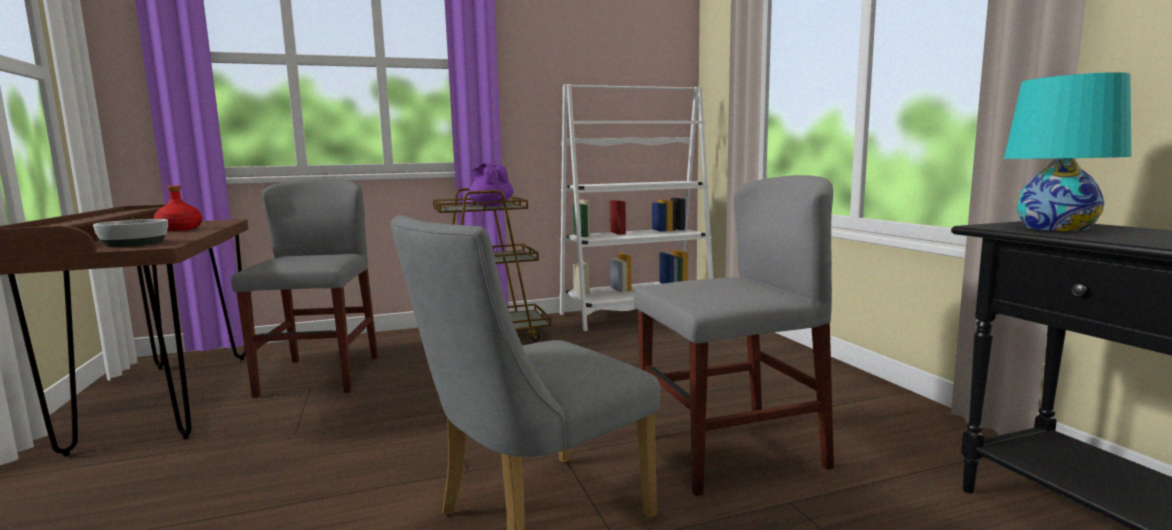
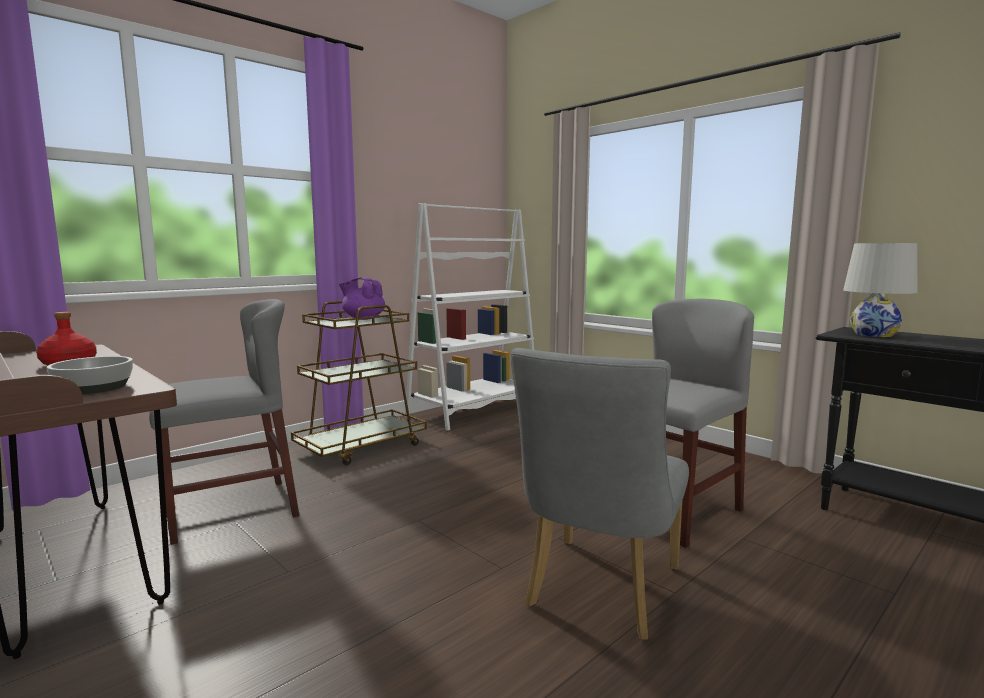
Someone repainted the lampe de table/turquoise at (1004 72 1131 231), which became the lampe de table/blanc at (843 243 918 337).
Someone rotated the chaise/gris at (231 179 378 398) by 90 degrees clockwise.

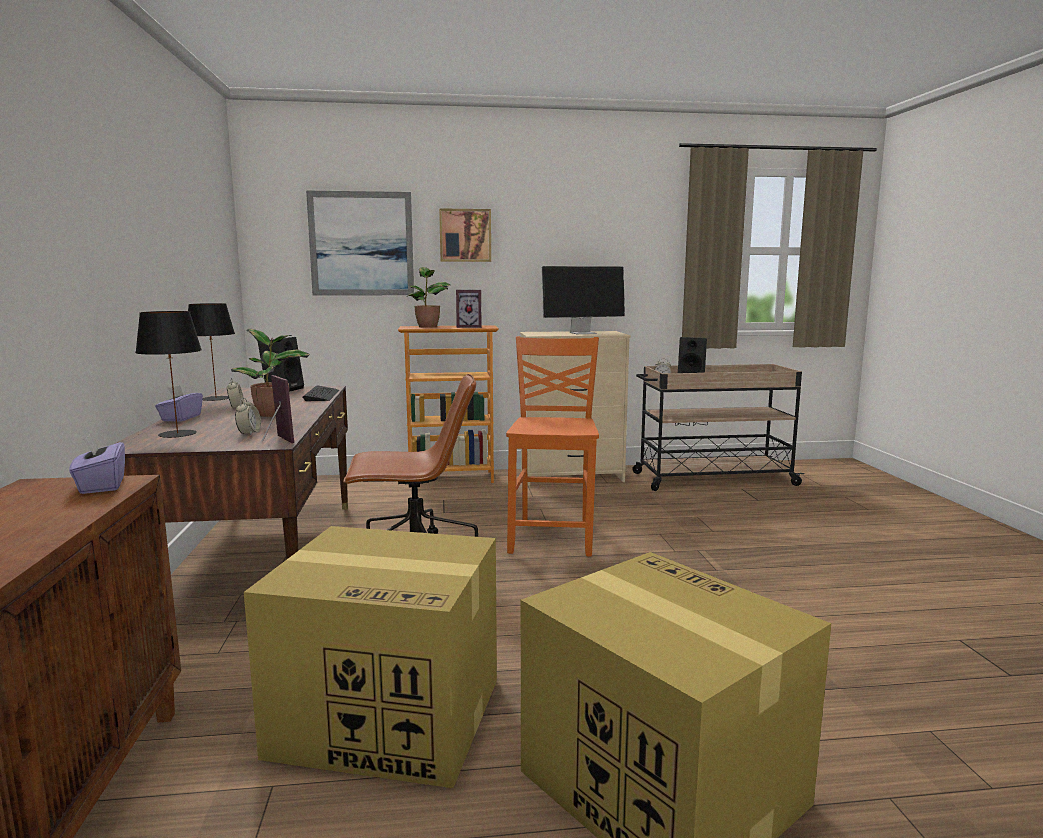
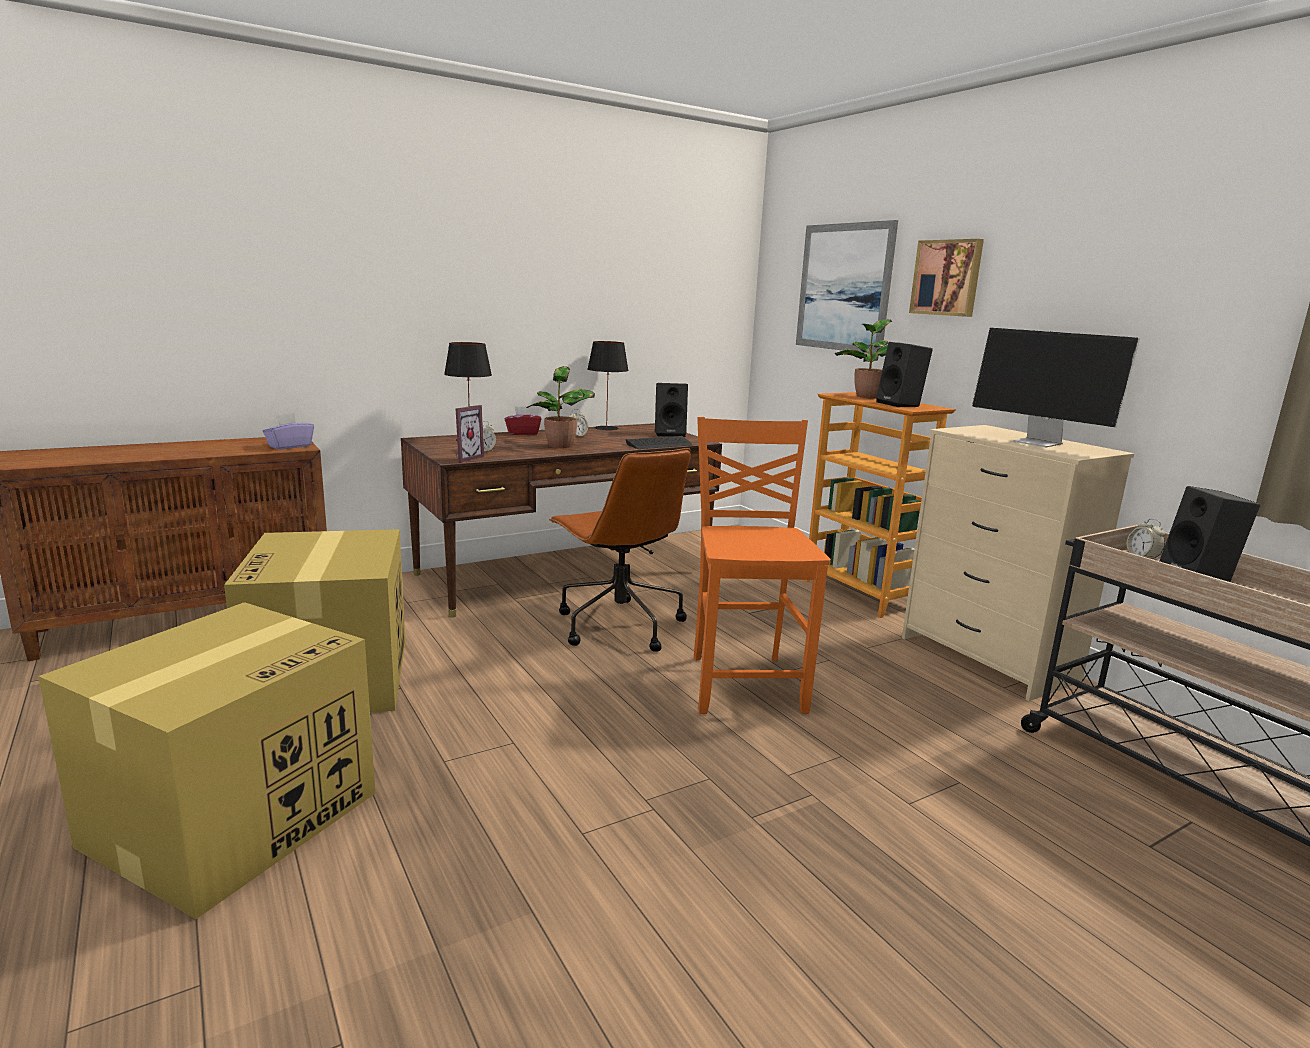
Someone swapped the cadre photo at (456 290 482 328) for the enceinte/noir at (876 342 933 407).
Someone repainted the boîte à mouchoirs/violet at (155 385 203 422), which became the boîte à mouchoirs/rouge at (505 406 541 435).
Someone rotated the chaise/orange at (506 336 599 557) by 75 degrees counterclockwise.

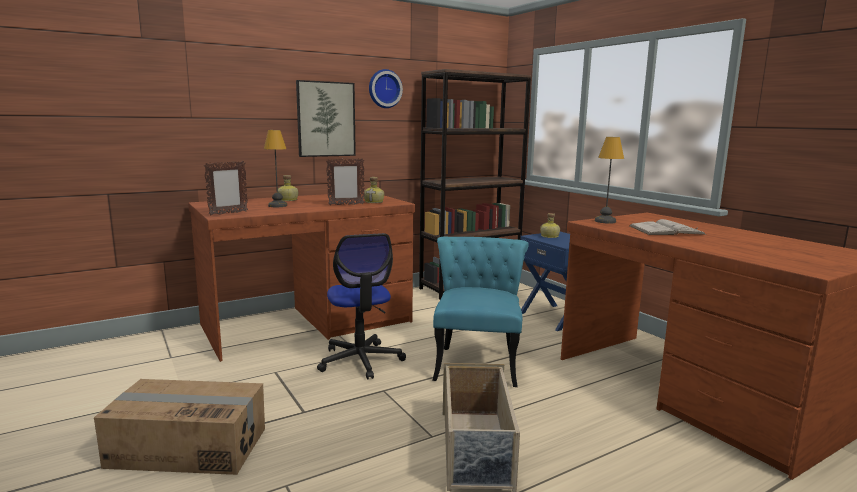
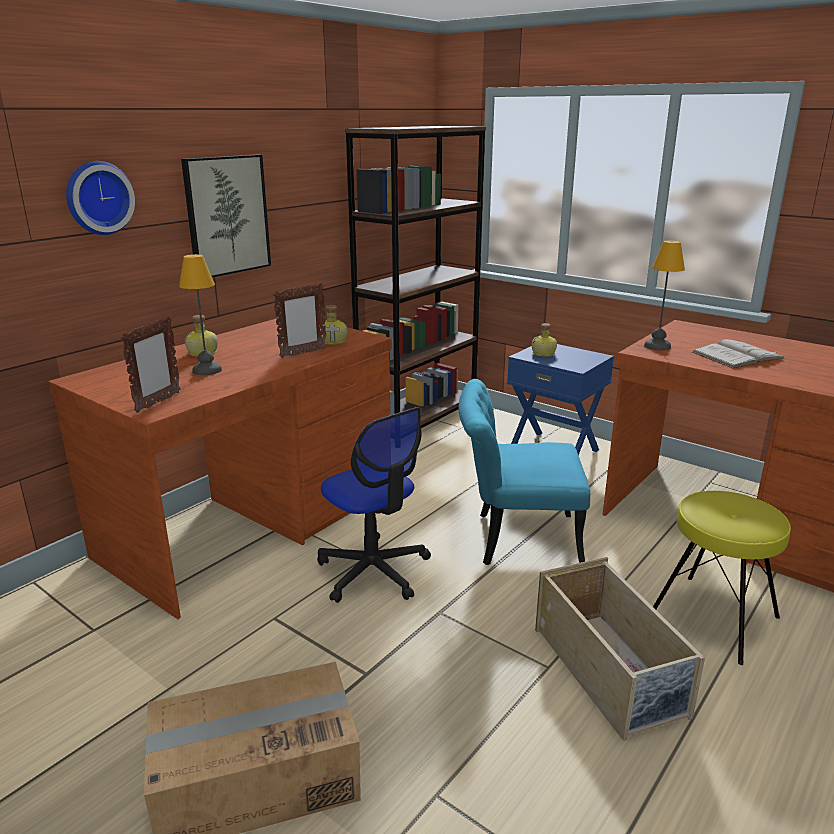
Someone put down the tabouret/jaune at (653 491 791 665).
Someone carried the horloge murale from (369 69 403 108) to (66 161 135 235).
Someone rotated the chaise/turquoise at (432 237 529 387) by 75 degrees counterclockwise.

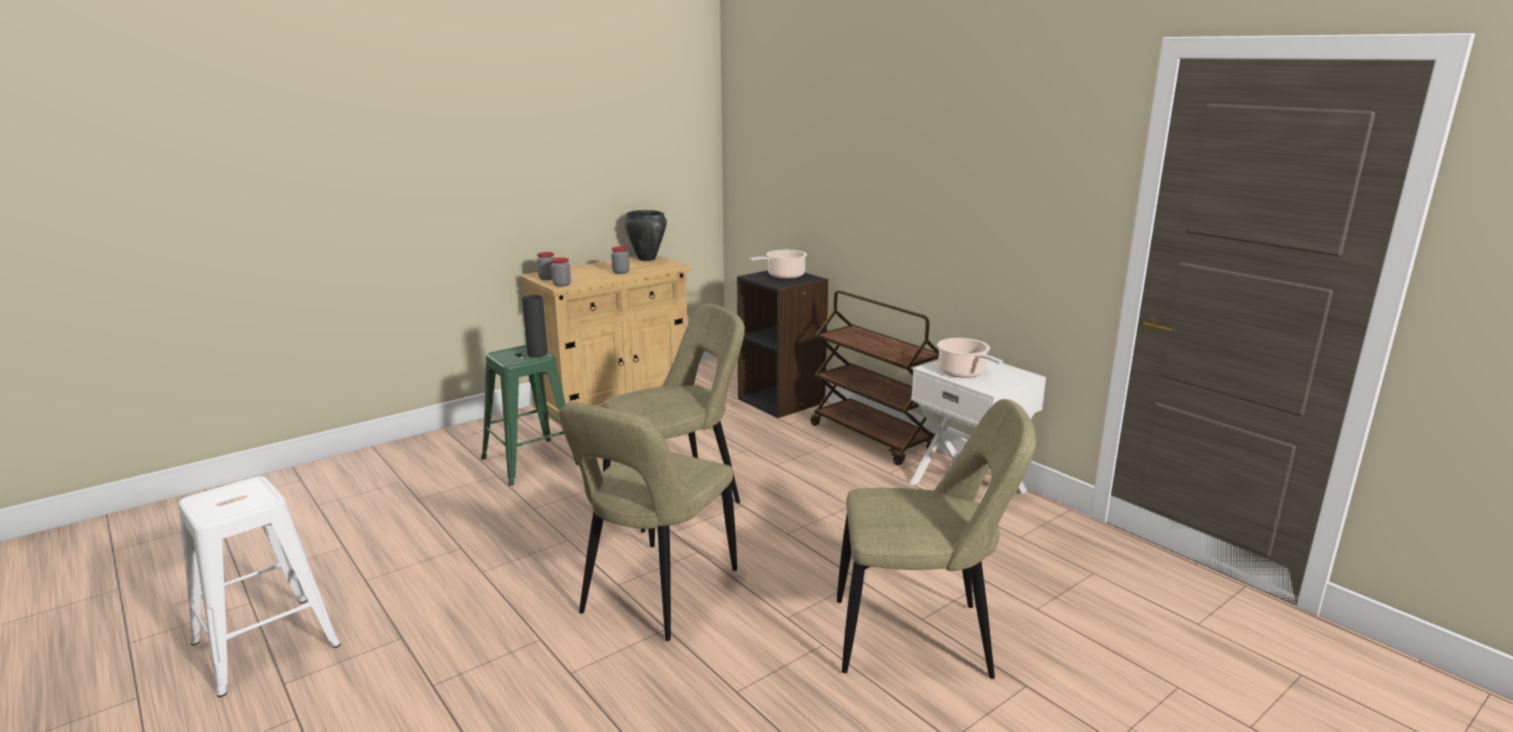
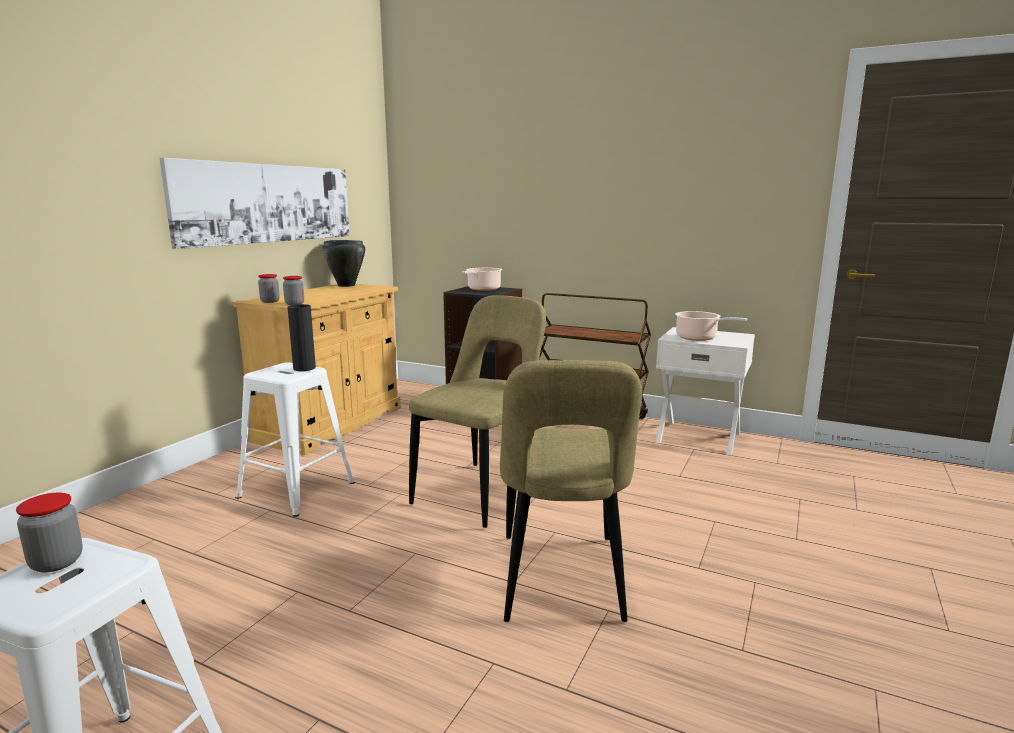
Someone took away the chaise/beige at (837 399 1036 679).
Someone put up the tableau at (159 158 350 249).
Someone carried the bocal from (611 246 629 274) to (16 493 83 573).
Someone repainted the tabouret/vert at (481 345 578 486), which became the tabouret/blanc at (235 362 355 517).

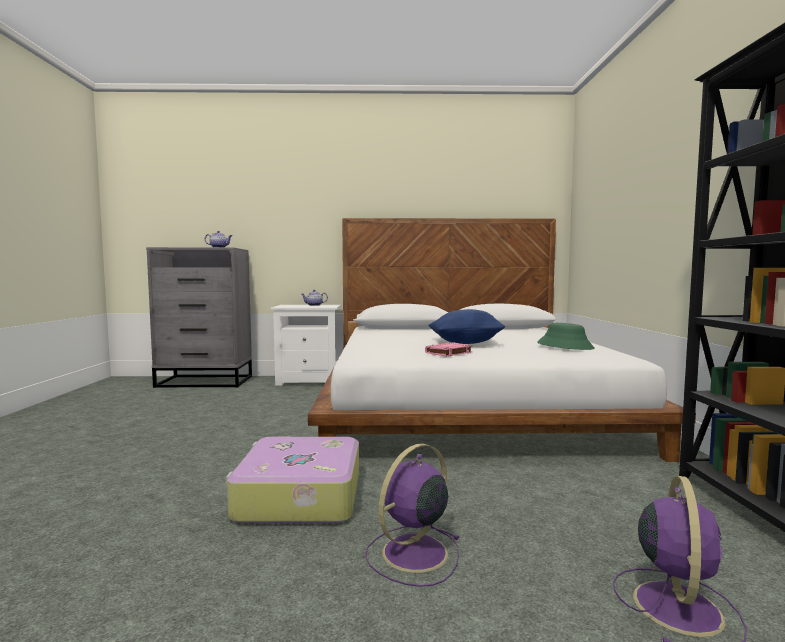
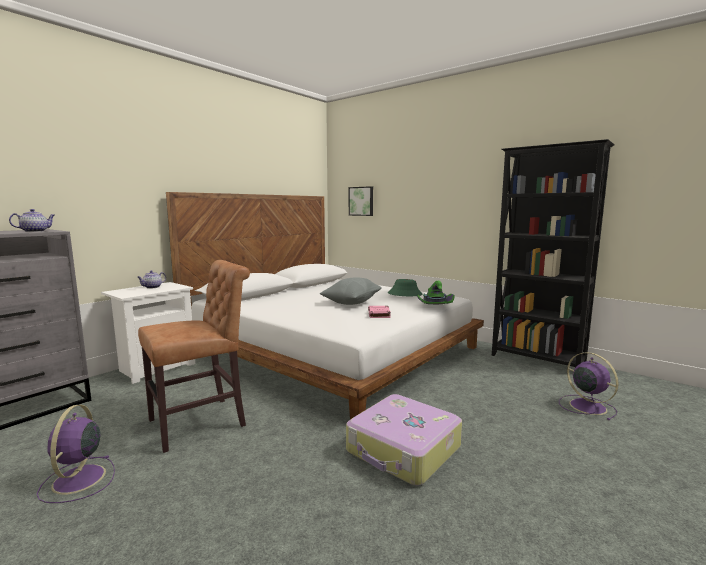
Someone put down the chaise/marron at (138 260 250 453).
Someone put up the tableau at (349 186 373 216).
Someone put down the chapeau/vert at (417 280 455 304).
Someone carried the ventilateur/violet from (365 443 460 587) to (37 405 115 503).
Someone repainted the coussin/bleu at (428 309 506 344), which became the coussin/gris at (319 277 382 305).

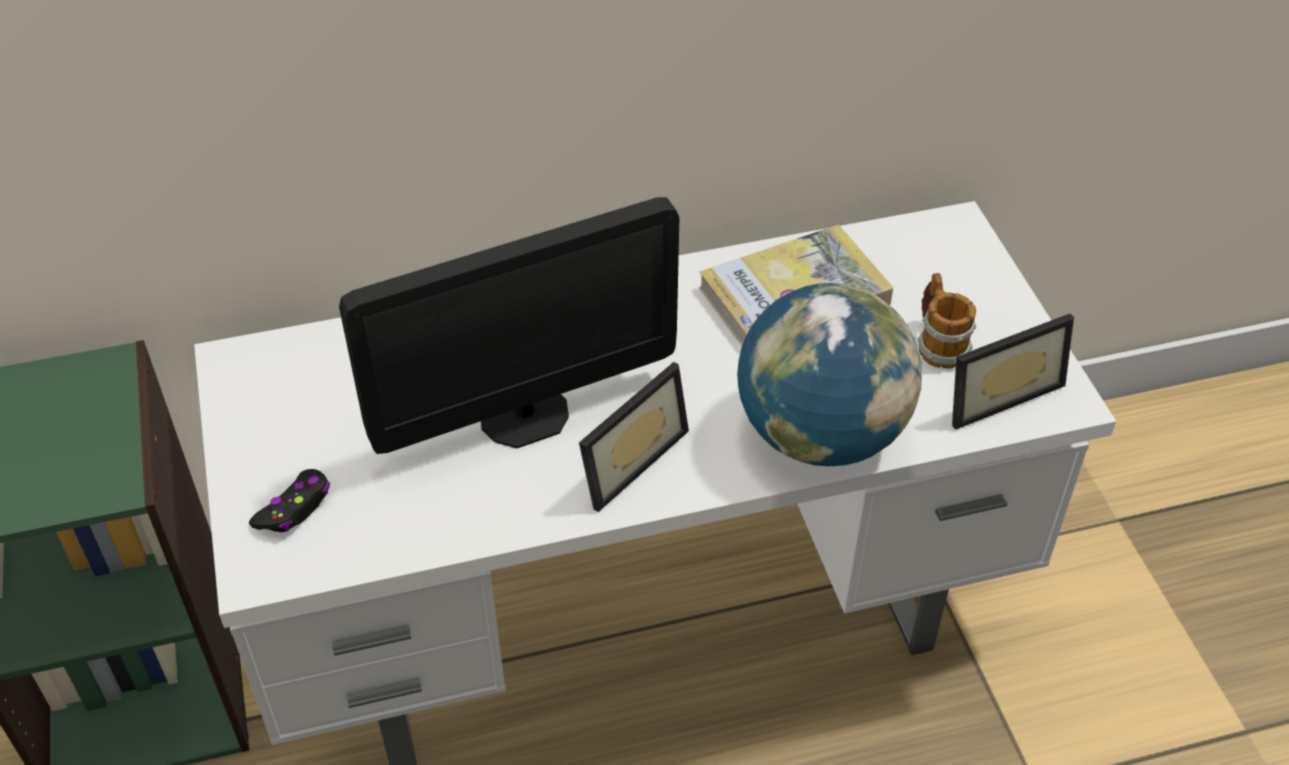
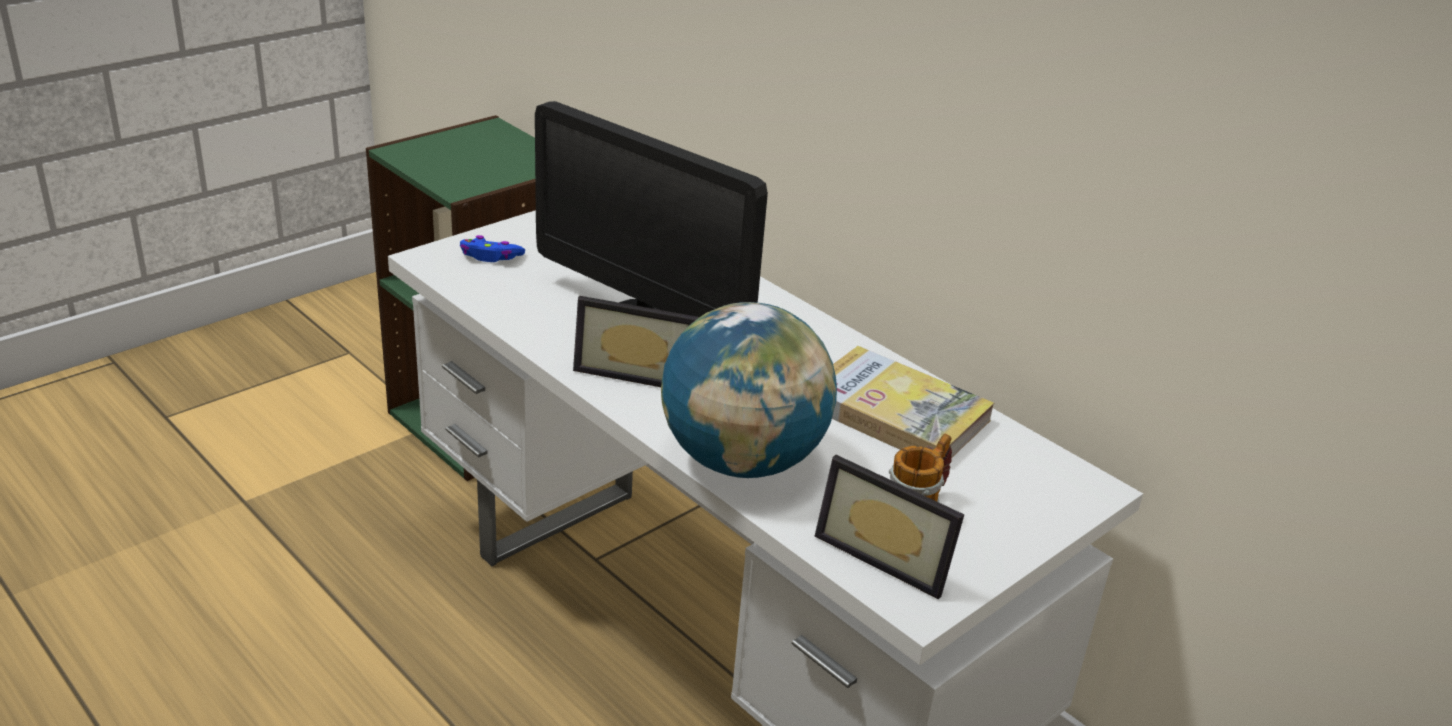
Someone repainted the manette/noir at (249 469 330 532), which became the manette/bleu at (460 235 525 262).

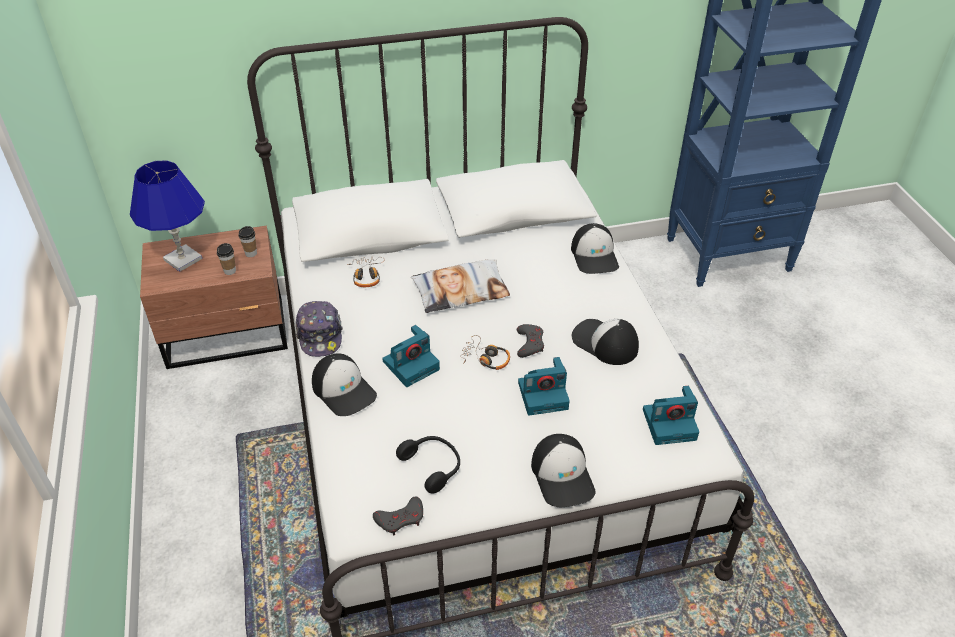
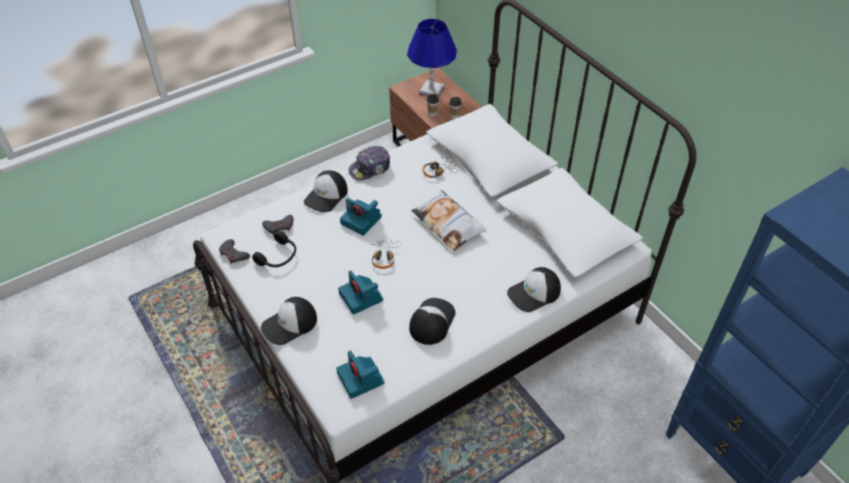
Someone carried the manette/gris from (517 324 544 358) to (262 215 294 235).

